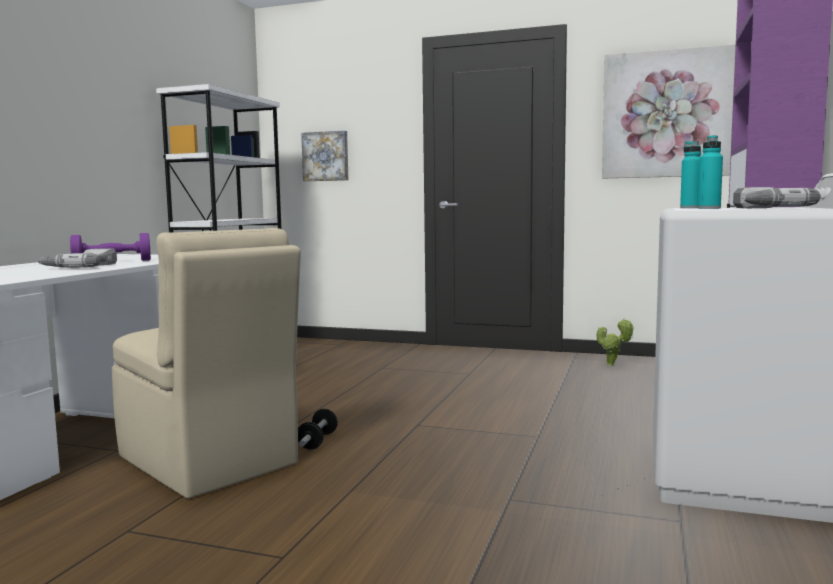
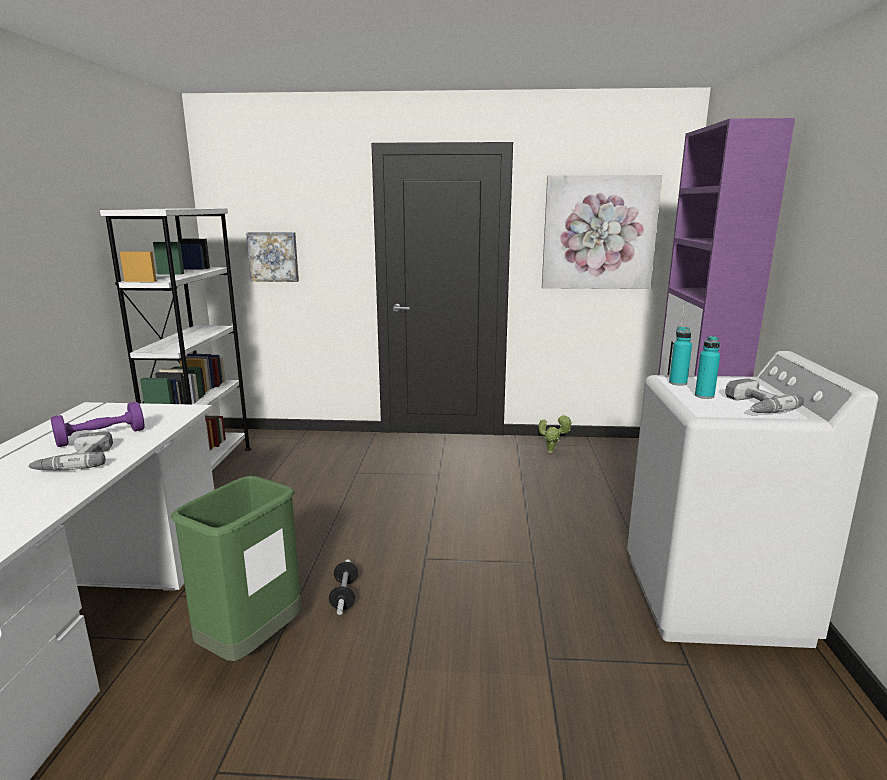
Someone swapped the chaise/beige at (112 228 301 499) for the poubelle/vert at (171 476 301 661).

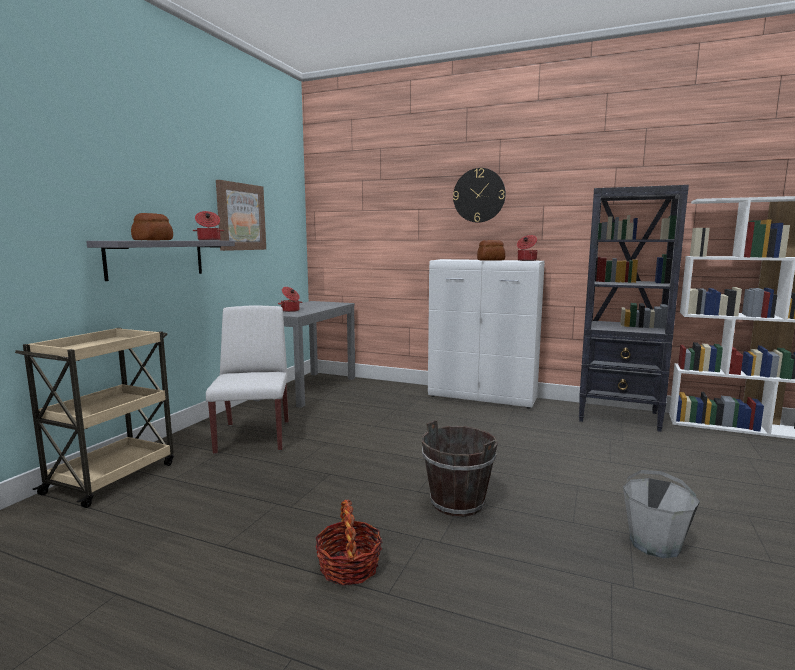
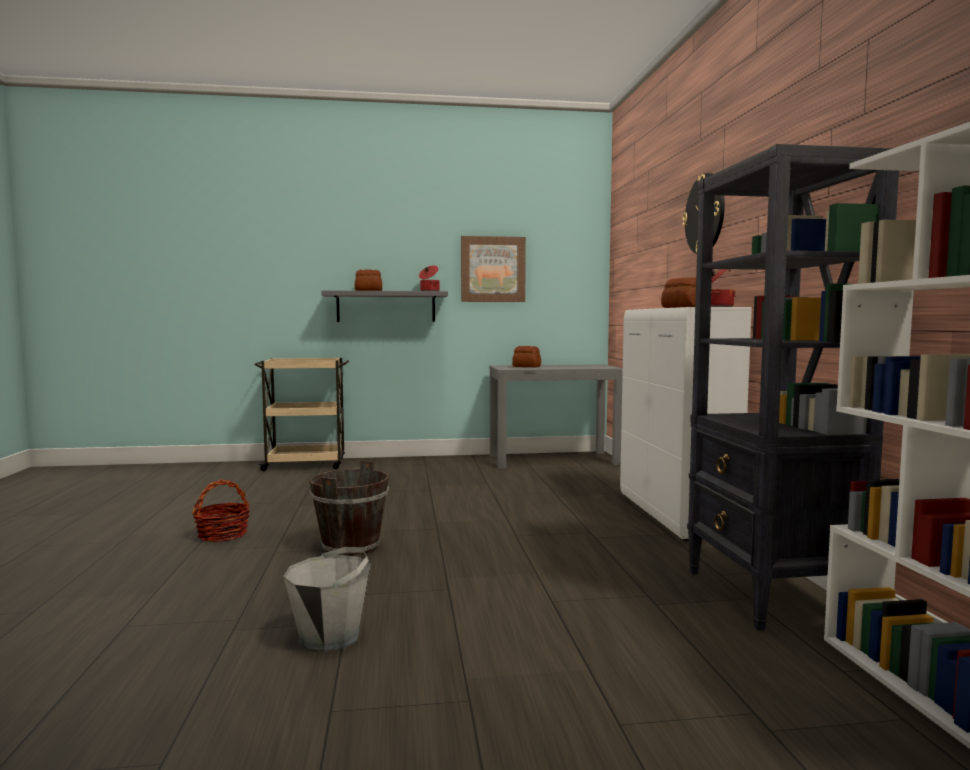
Someone took away the chaise/blanc at (206 305 289 454).
Someone swapped the marmite at (278 287 302 312) for the pain at (512 346 541 367).

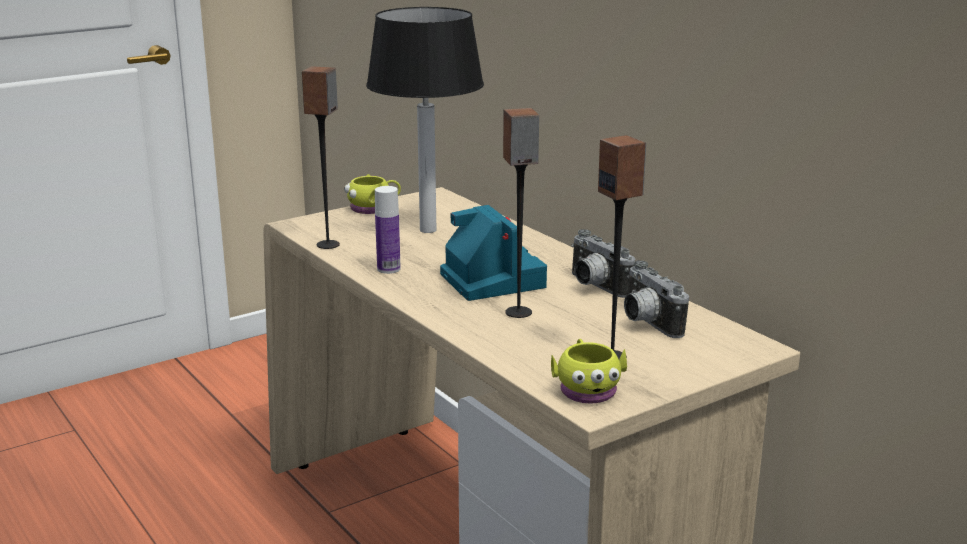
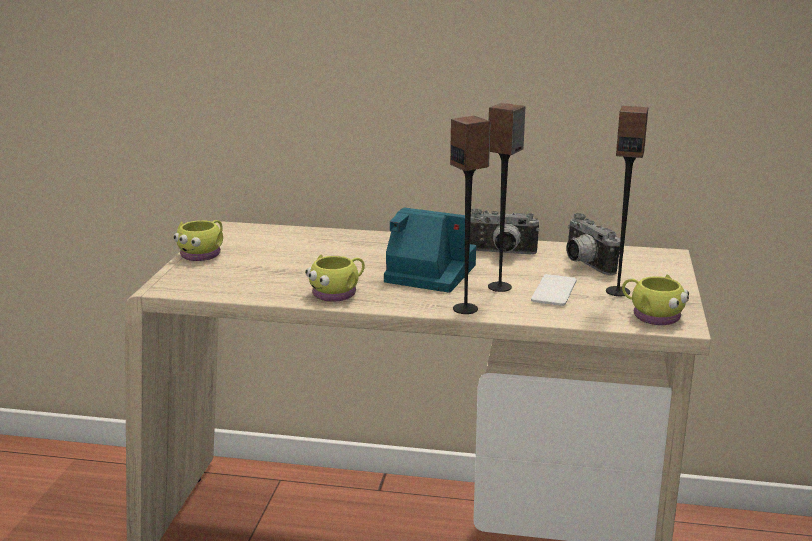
Someone took away the lampe de table at (366 7 484 233).
Someone put down the téléphone at (531 274 577 306).
Someone carried the enceinte from (302 66 340 249) to (450 116 491 314).
Someone swapped the bouteille at (375 186 400 274) for the mug/jaune at (305 254 365 302).
Someone rotated the appareil photo at (624 260 689 338) by 45 degrees clockwise.

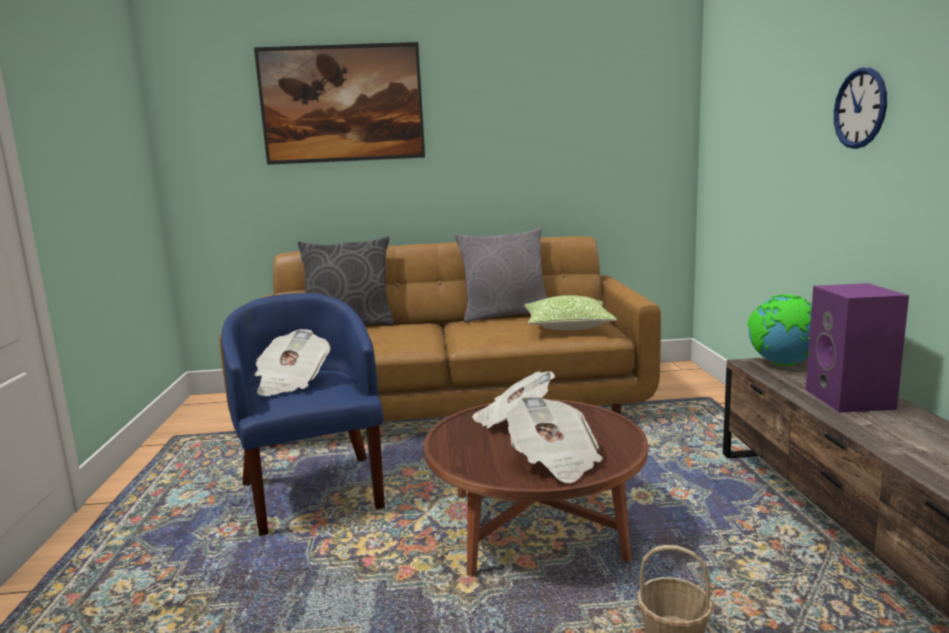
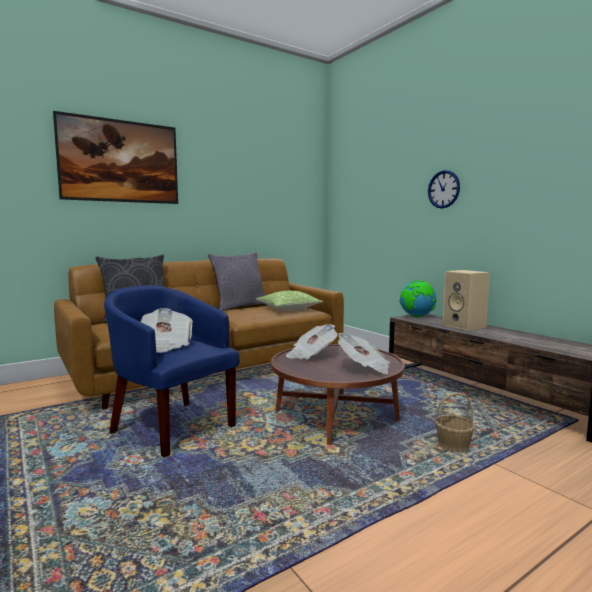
Someone repainted the enceinte/violet at (806 283 909 413), which became the enceinte/beige at (443 270 490 330).

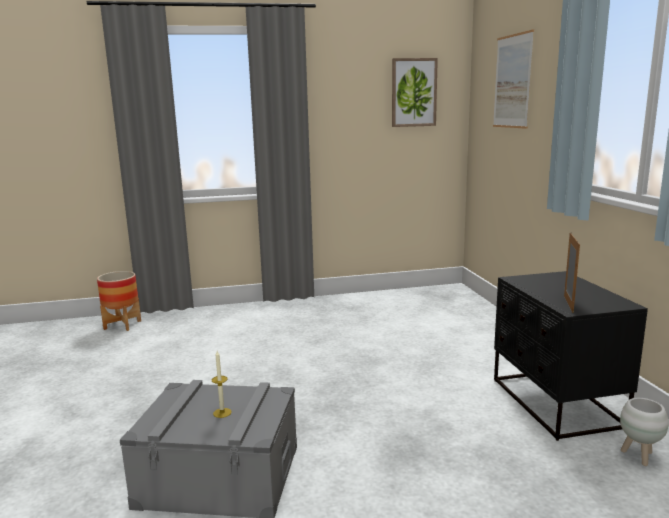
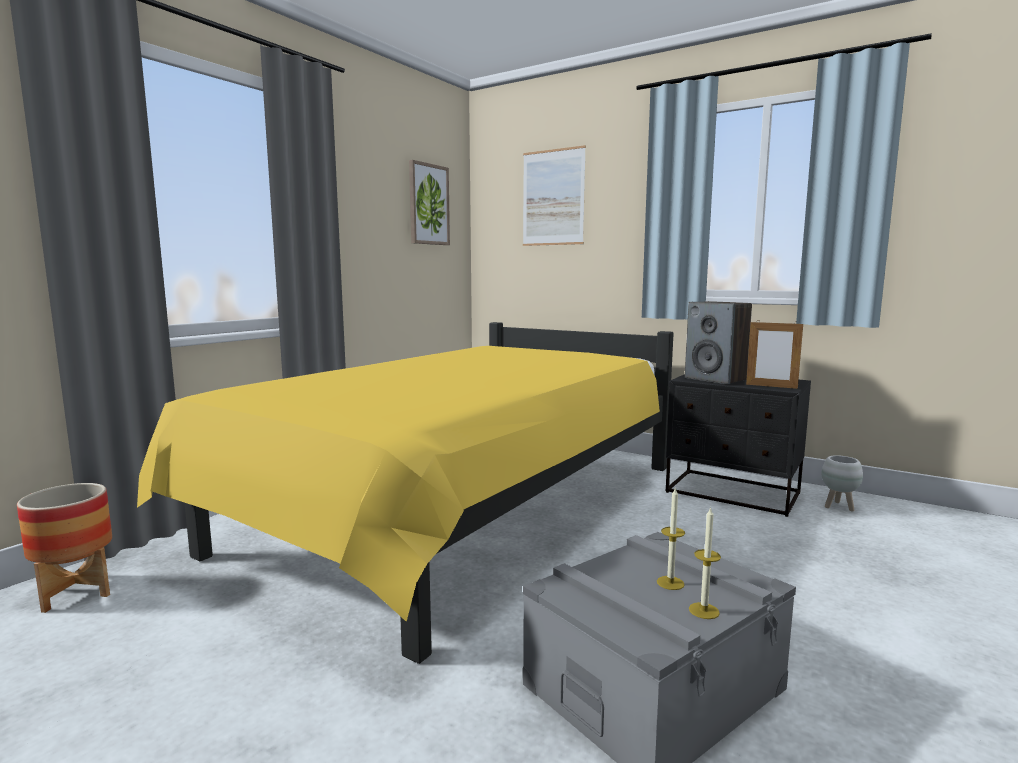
Someone put down the lit/jaune at (137 322 674 664).
Someone put down the enceinte at (685 301 752 384).
Someone put down the bougie at (689 507 721 619).
Someone rotated the cadre photo at (564 233 580 313) by 150 degrees clockwise.

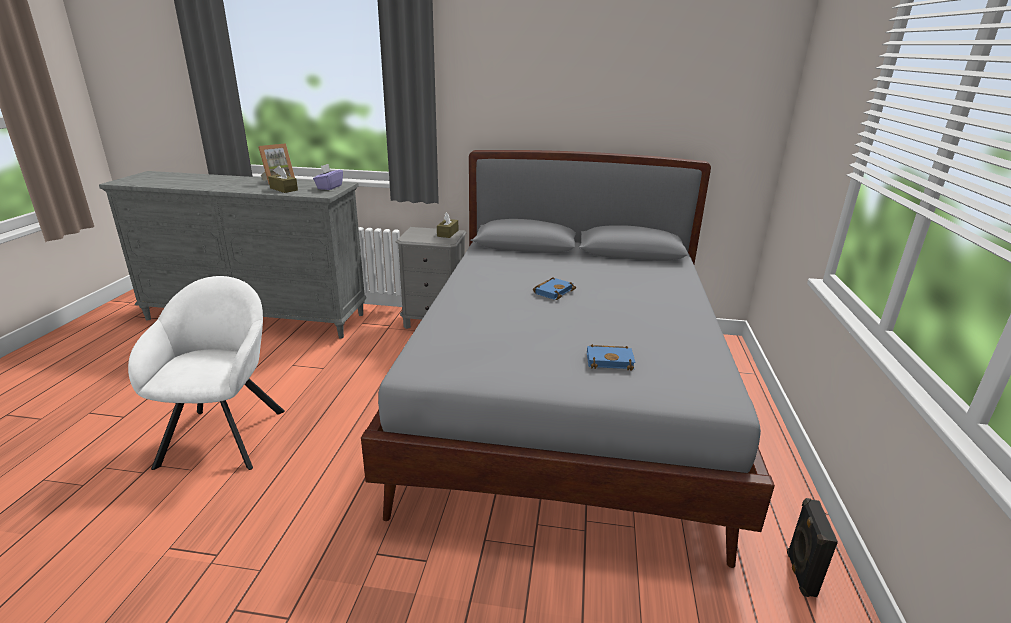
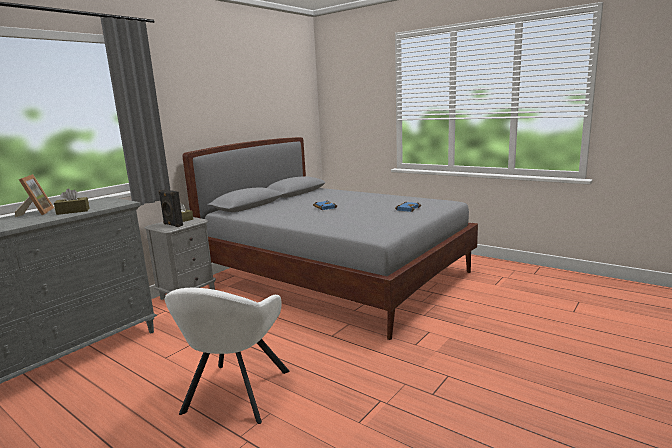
Someone took away the boîte à mouchoirs/violet at (313 164 343 190).
Someone carried the enceinte/noir from (787 498 838 597) to (159 189 183 227).
Someone rotated the fauteuil/blanc at (128 276 285 470) by 105 degrees counterclockwise.

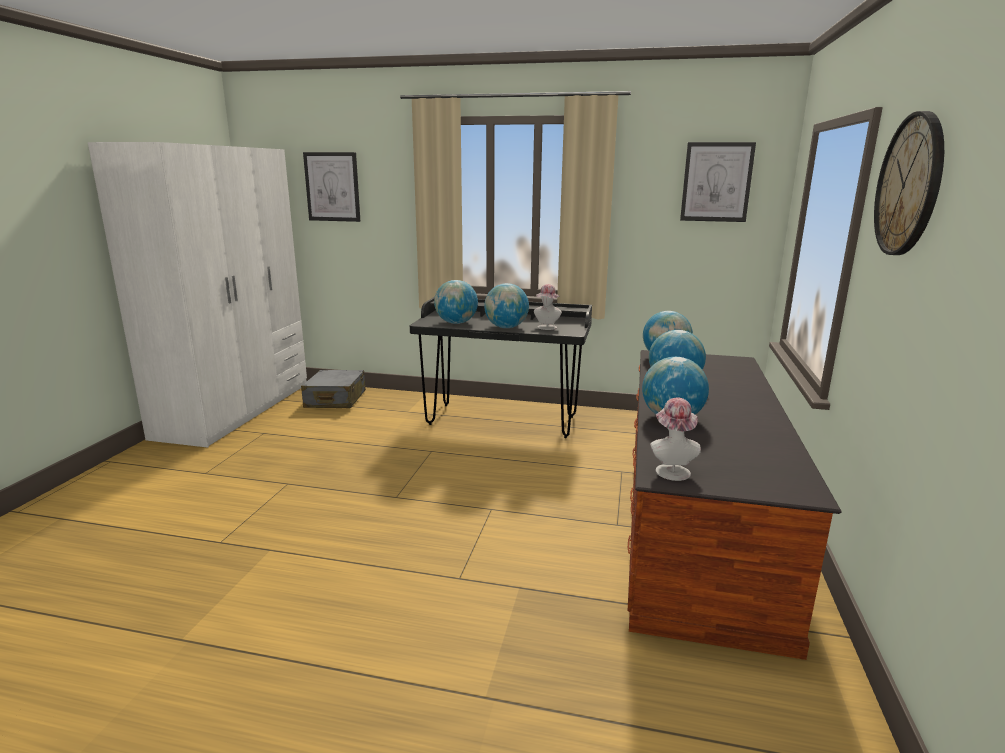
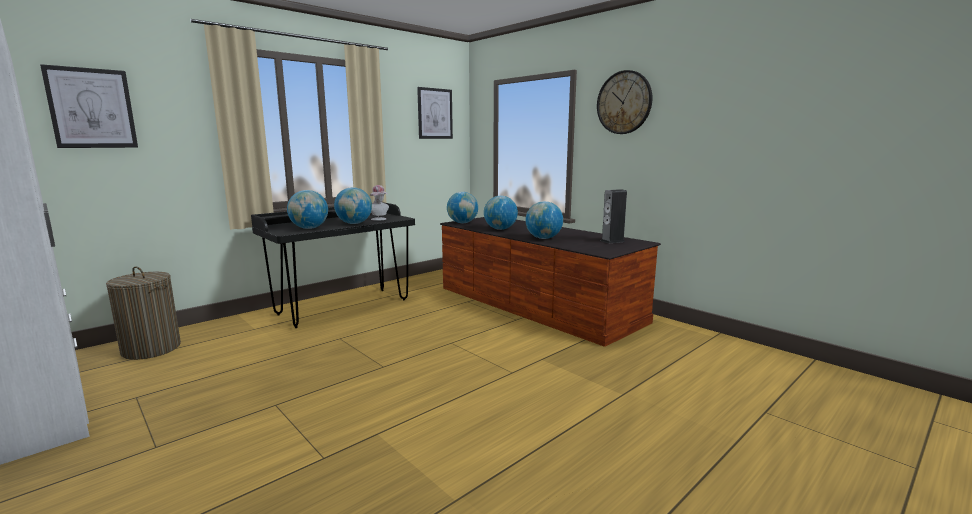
Someone took away the chapeau at (650 397 701 481).
Someone put down the enceinte at (601 189 627 244).
Someone swapped the valise/gris at (301 370 366 408) for the panier à linge at (106 266 181 360).

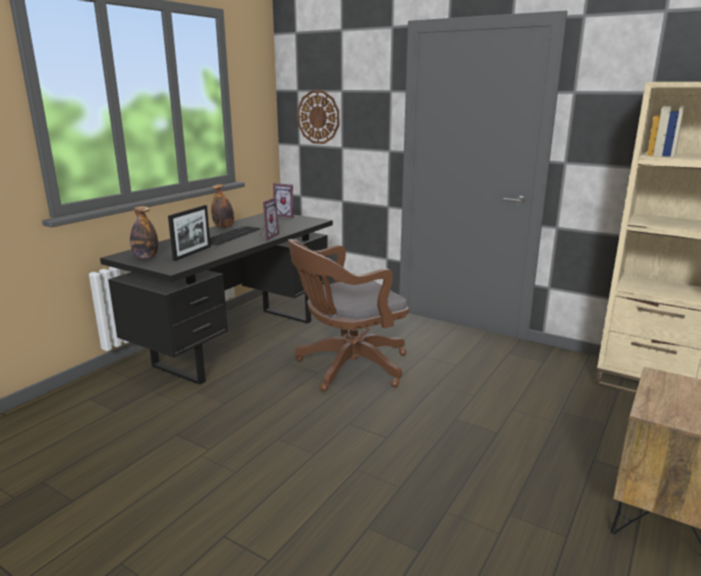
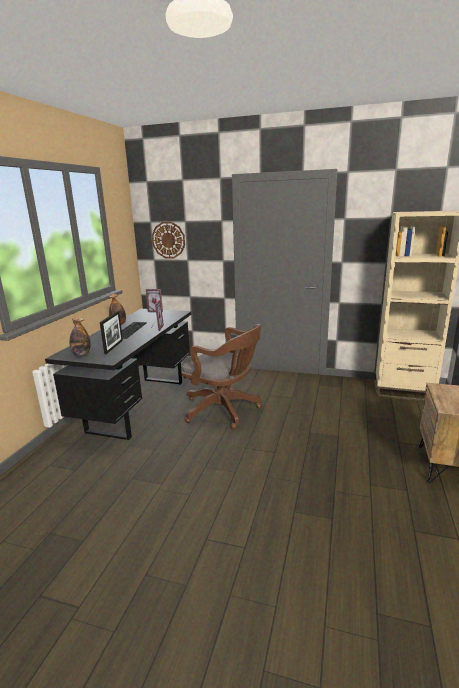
Someone rotated the chaise de bureau/marron at (288 239 409 392) by 105 degrees counterclockwise.

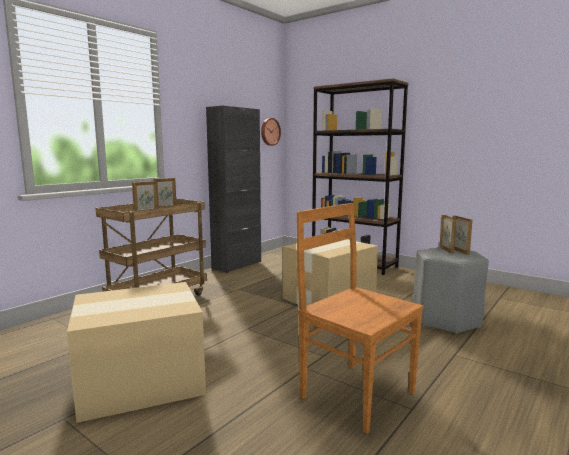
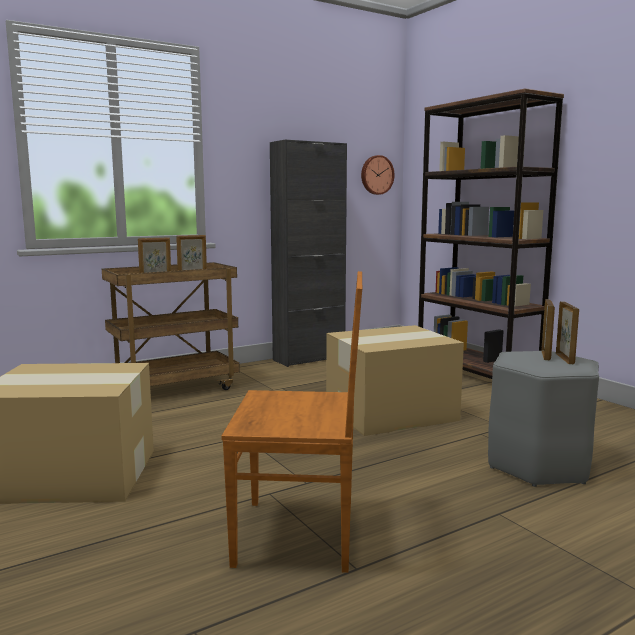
Someone rotated the chaise/marron at (297 203 424 434) by 120 degrees clockwise.

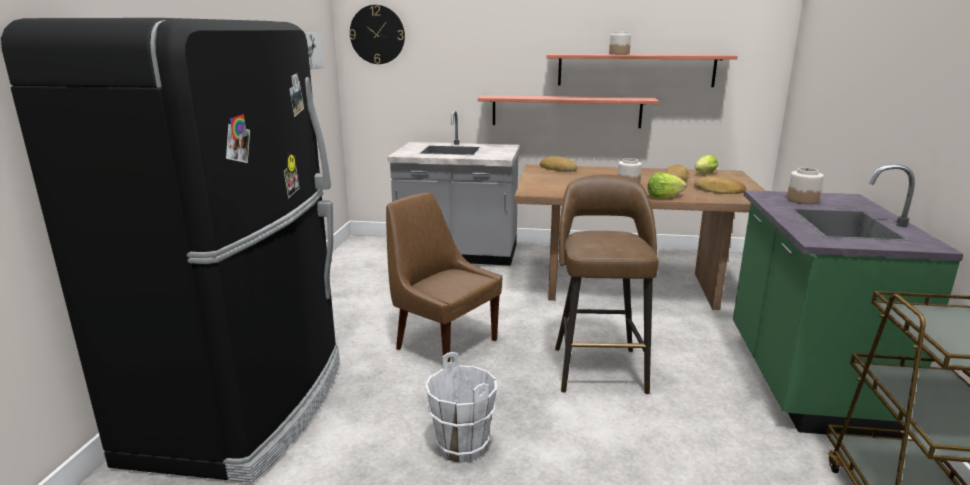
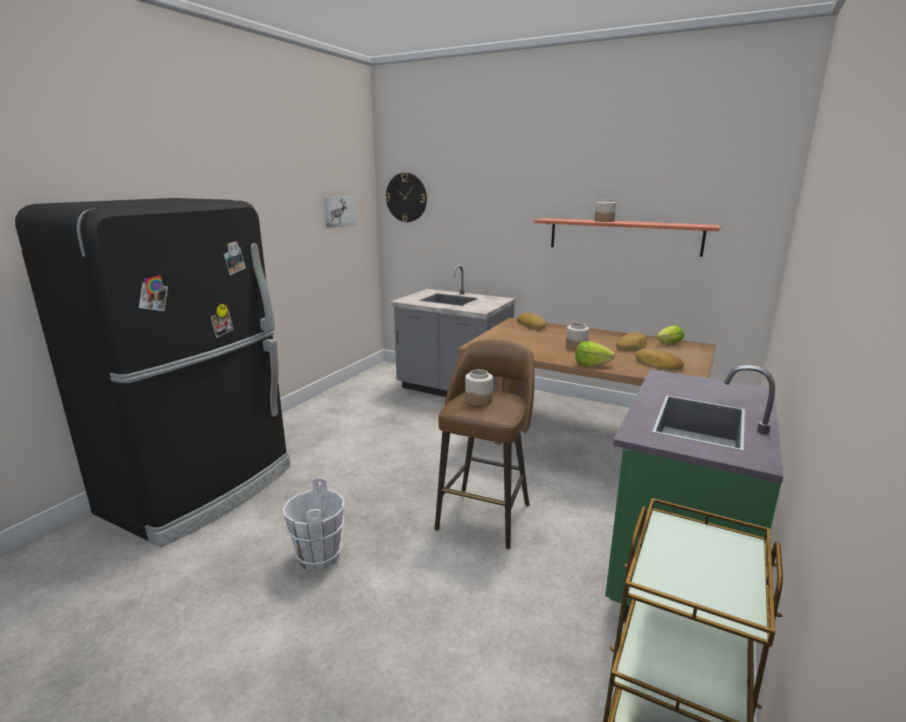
Someone took away the chaise/marron at (386 192 502 362).
Someone took away the étagère at (478 95 659 128).
Someone carried the bocal from (787 167 824 204) to (465 369 493 406).

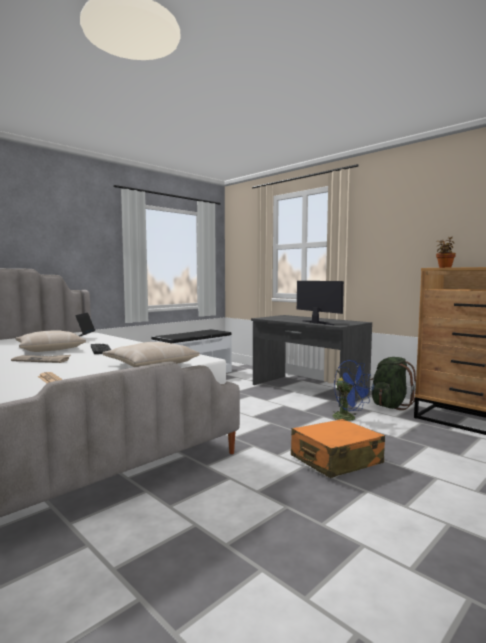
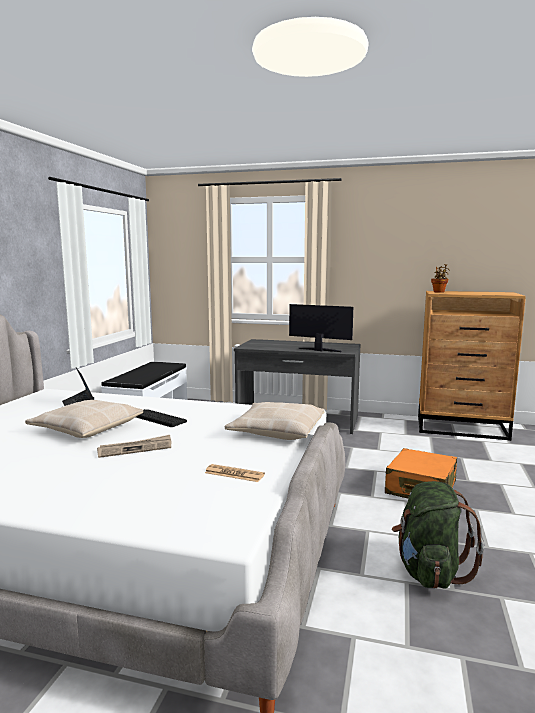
Someone took away the ventilateur/bleu at (332 360 371 421).
Someone carried the sac à dos/vert from (370 357 416 410) to (392 481 484 589).

